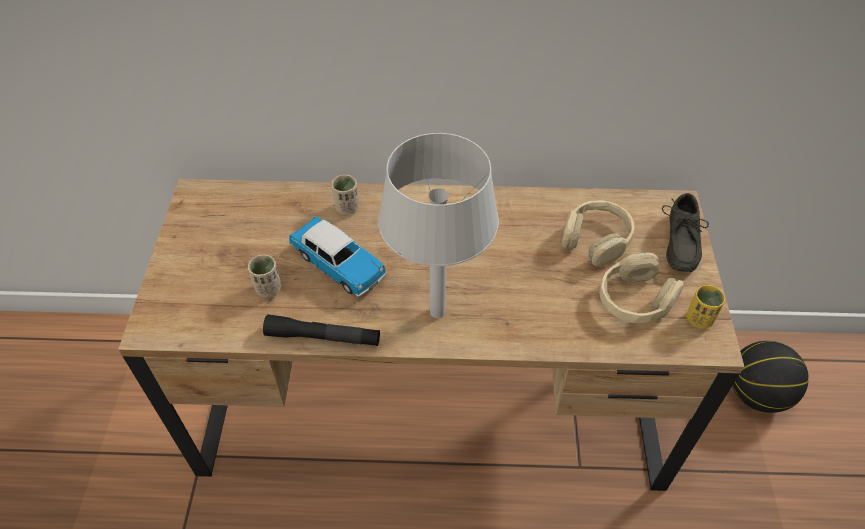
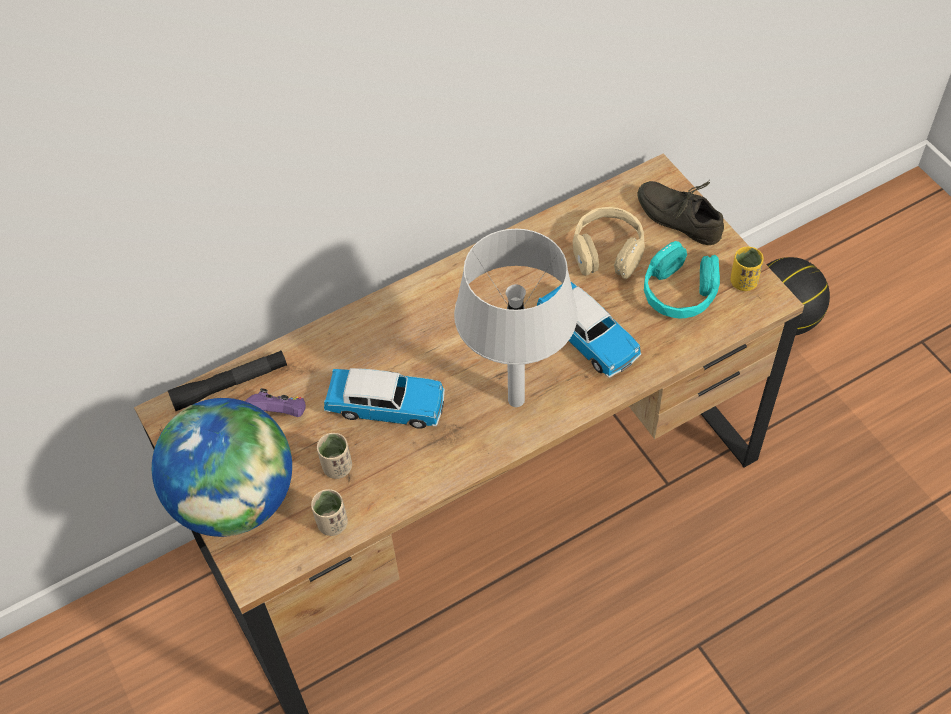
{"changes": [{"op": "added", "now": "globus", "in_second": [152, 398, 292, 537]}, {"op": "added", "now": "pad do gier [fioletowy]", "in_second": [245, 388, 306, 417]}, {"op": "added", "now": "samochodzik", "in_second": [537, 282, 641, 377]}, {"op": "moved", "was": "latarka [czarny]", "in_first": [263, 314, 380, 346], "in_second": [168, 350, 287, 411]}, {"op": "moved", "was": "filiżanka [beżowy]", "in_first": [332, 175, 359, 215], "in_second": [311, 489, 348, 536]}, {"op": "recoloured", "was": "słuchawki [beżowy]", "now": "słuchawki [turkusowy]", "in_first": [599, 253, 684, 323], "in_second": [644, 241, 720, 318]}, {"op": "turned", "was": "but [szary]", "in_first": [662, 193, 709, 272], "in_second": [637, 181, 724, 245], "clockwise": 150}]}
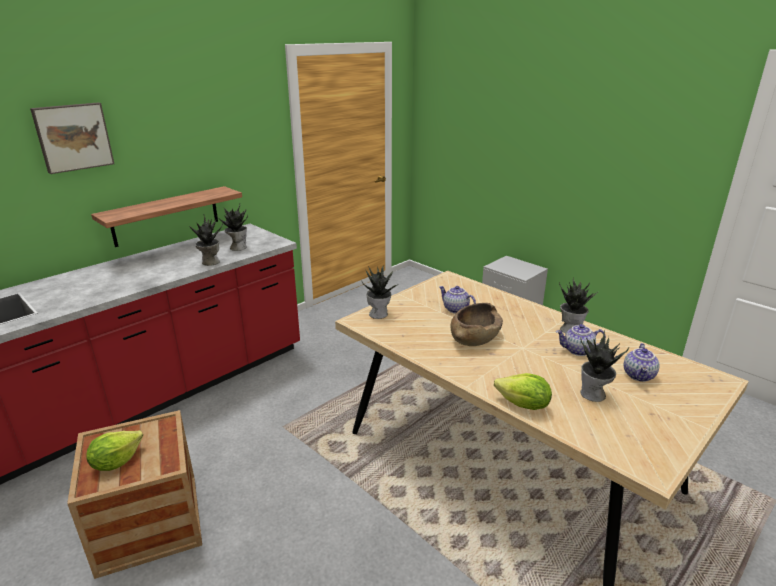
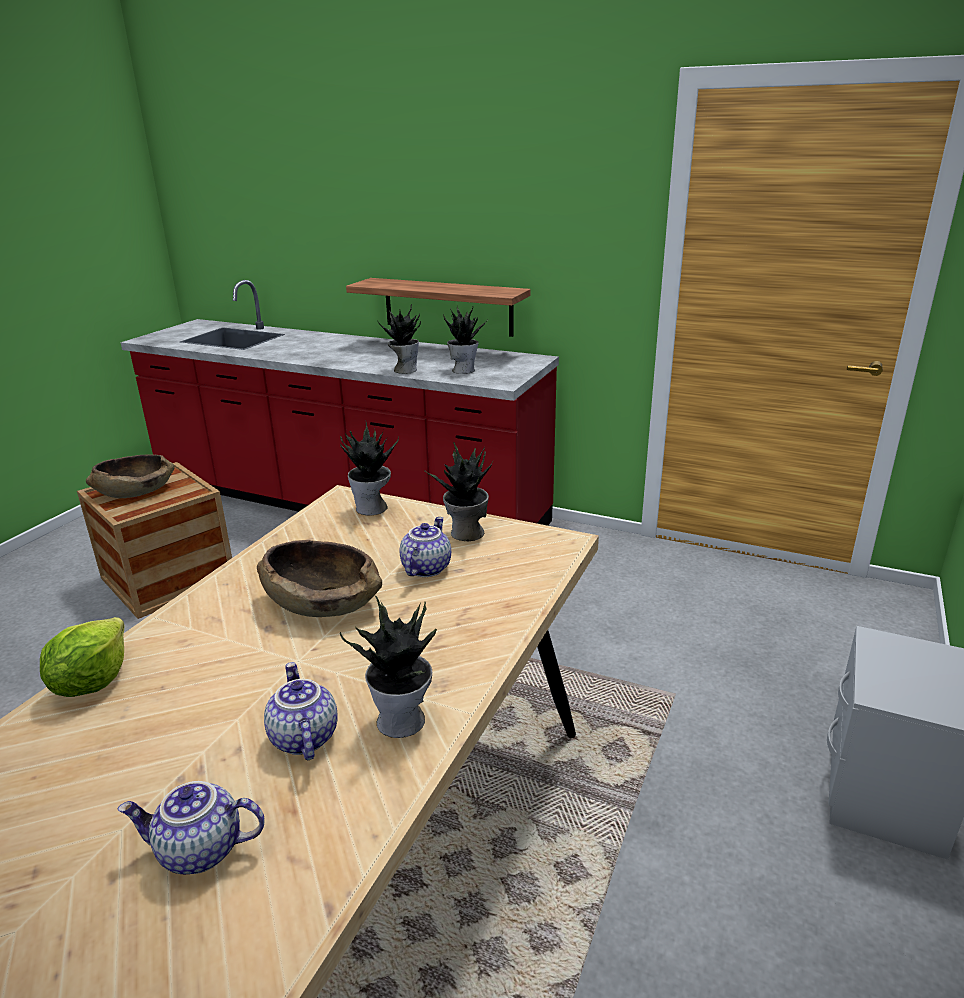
{"changes": [{"op": "removed", "was": "obraz", "in_first": [30, 103, 114, 174]}, {"op": "moved", "was": "roślina doniczkowa", "in_first": [580, 330, 629, 402], "in_second": [424, 442, 493, 541]}, {"op": "replaced", "was": "sałata", "now": "miska [brązowy]", "in_first": [86, 430, 143, 471], "in_second": [86, 454, 175, 498]}]}
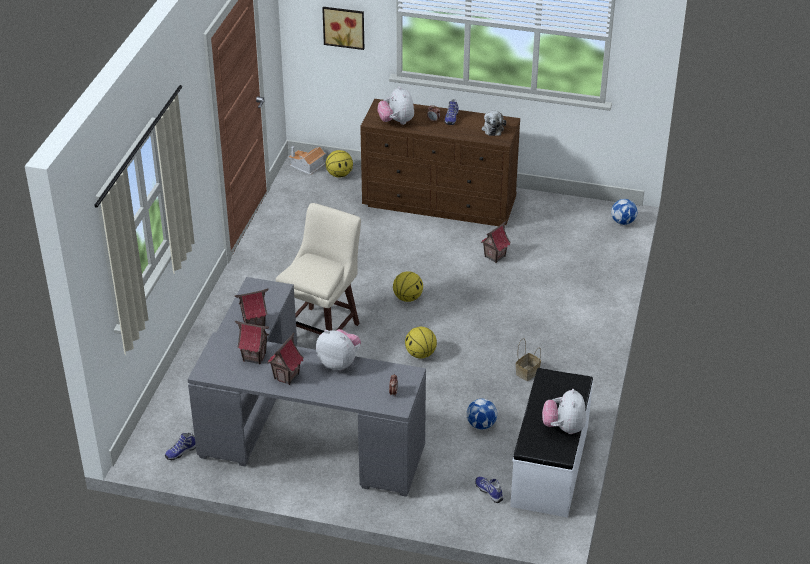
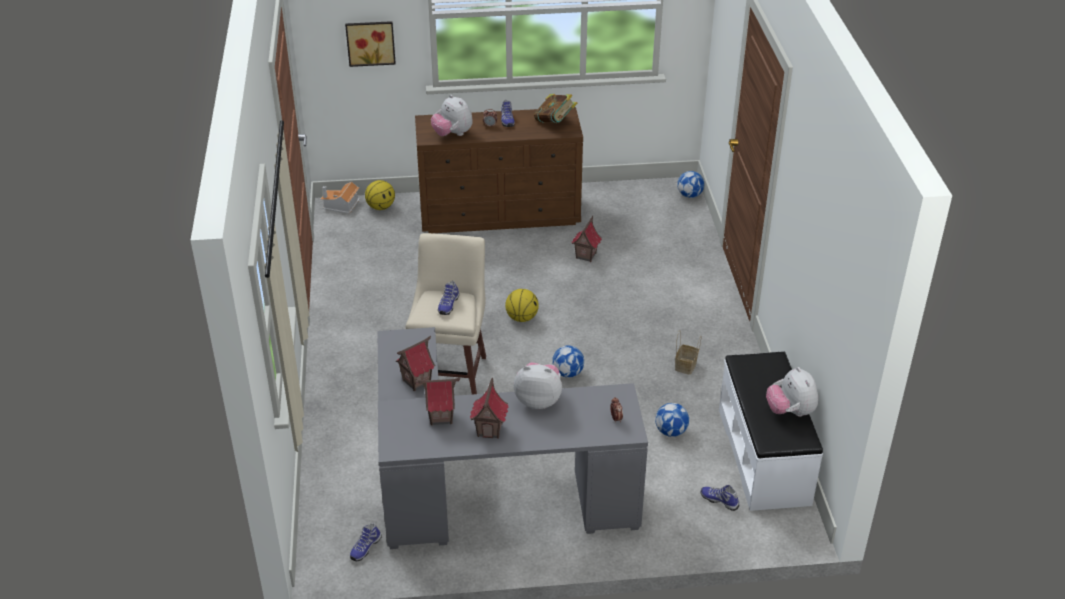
{"changes": [{"op": "added", "now": "but", "in_second": [438, 281, 459, 315]}, {"op": "replaced", "was": "piłka do koszykówki", "now": "piłka futbolowa", "in_first": [405, 327, 437, 359], "in_second": [552, 345, 584, 378]}, {"op": "replaced", "was": "pluszak", "now": "książka", "in_first": [482, 111, 506, 136], "in_second": [534, 94, 578, 123]}]}
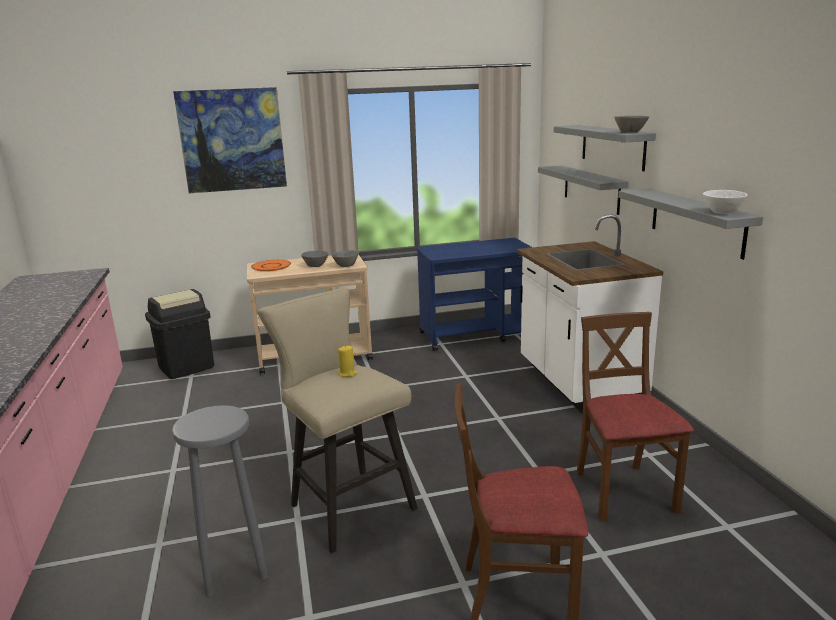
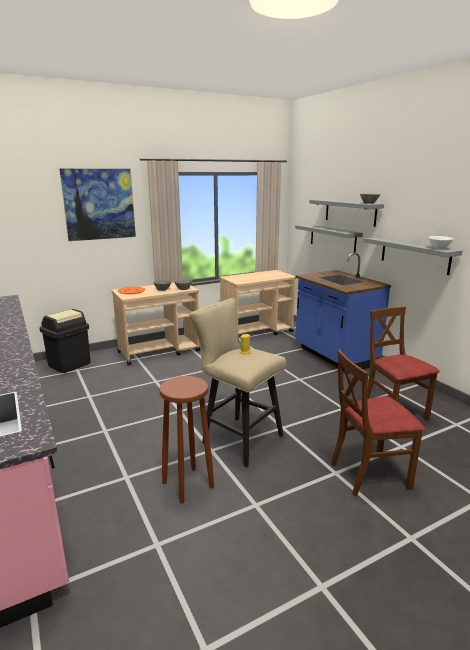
{"changes": [{"op": "recoloured", "was": "stołek [szary]", "now": "stołek [brązowy]", "in_first": [172, 405, 268, 597], "in_second": [159, 376, 214, 503]}, {"op": "recoloured", "was": "wózek [niebieski]", "now": "wózek [beżowy]", "in_first": [416, 238, 532, 351], "in_second": [220, 270, 297, 341]}, {"op": "recoloured", "was": "zabudowa kuchenna [biały]", "now": "zabudowa kuchenna [niebieski]", "in_first": [517, 214, 663, 414], "in_second": [295, 253, 391, 373]}]}
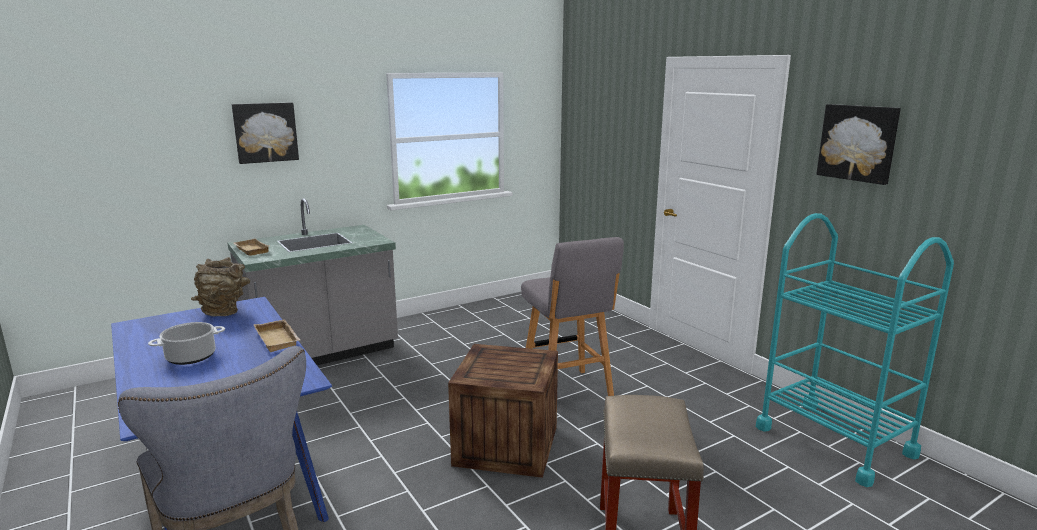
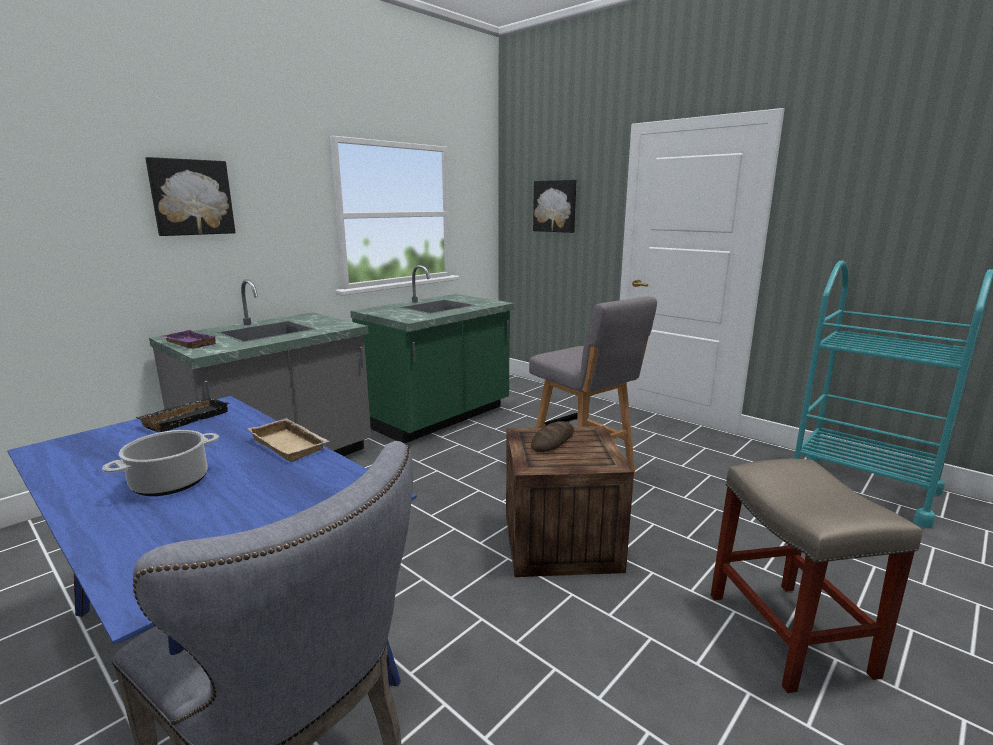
{"changes": [{"op": "added", "now": "zabudowa kuchenna [zielony]", "in_second": [350, 265, 515, 444]}, {"op": "added", "now": "chleb", "in_second": [531, 421, 574, 452]}, {"op": "moved", "was": "obraz", "in_first": [816, 104, 901, 185], "in_second": [533, 180, 576, 233]}, {"op": "replaced", "was": "wazon [brązowy]", "now": "taca [czarny]", "in_first": [191, 257, 250, 316], "in_second": [135, 398, 230, 432]}, {"op": "recoloured", "was": "taca [beżowy]", "now": "taca [fioletowy]", "in_first": [233, 238, 269, 256], "in_second": [162, 330, 218, 349]}]}
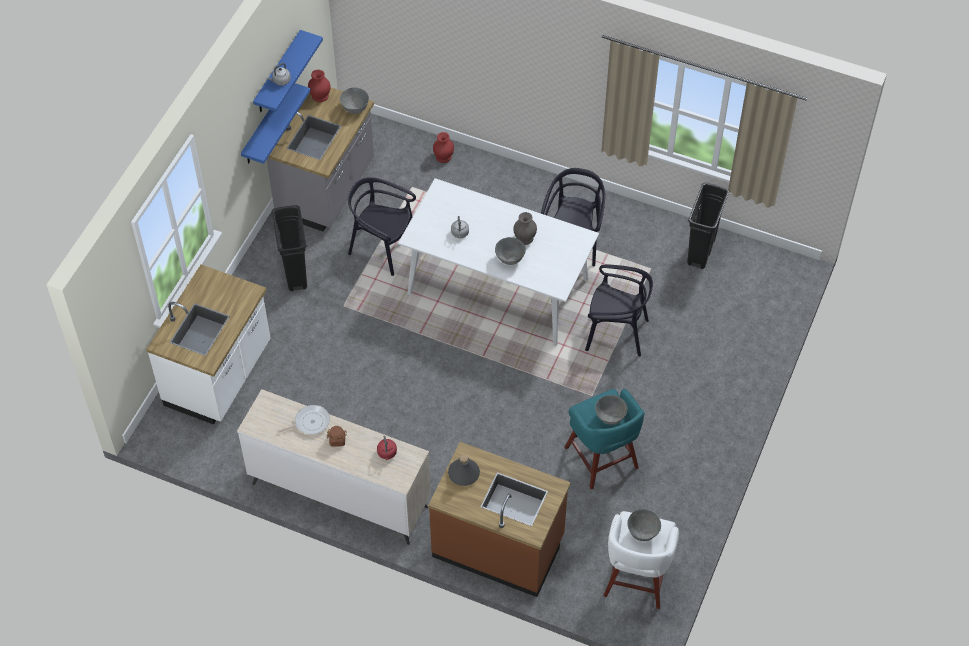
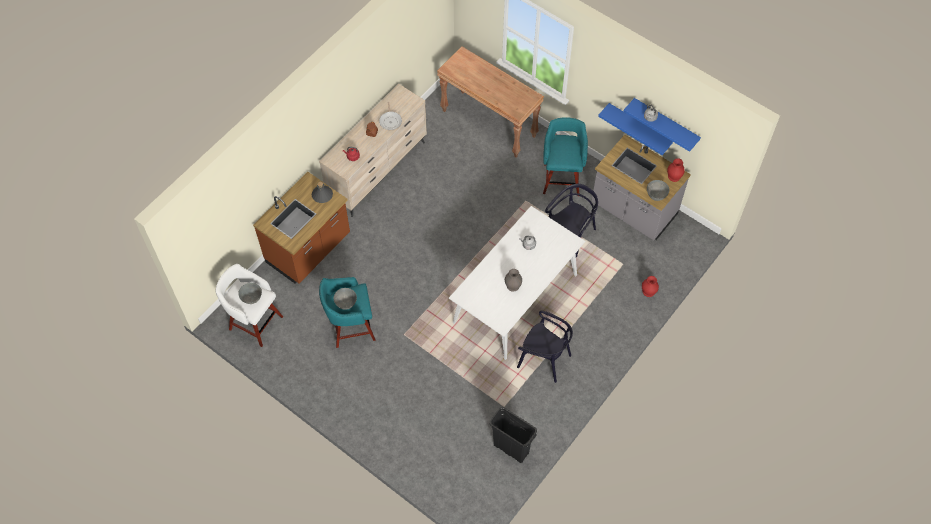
{"changes": [{"op": "removed", "was": "miska [szary]", "in_first": [495, 237, 526, 265]}, {"op": "removed", "was": "krzesło [czarny]", "in_first": [585, 265, 653, 356]}, {"op": "replaced", "was": "zabudowa kuchenna [biały]", "now": "stolik konsolowy [brązowy]", "in_first": [146, 265, 271, 425], "in_second": [437, 46, 544, 157]}, {"op": "replaced", "was": "kosz na śmieci [czarny]", "now": "stołek [turkusowy]", "in_first": [272, 205, 307, 291], "in_second": [543, 117, 588, 196]}]}
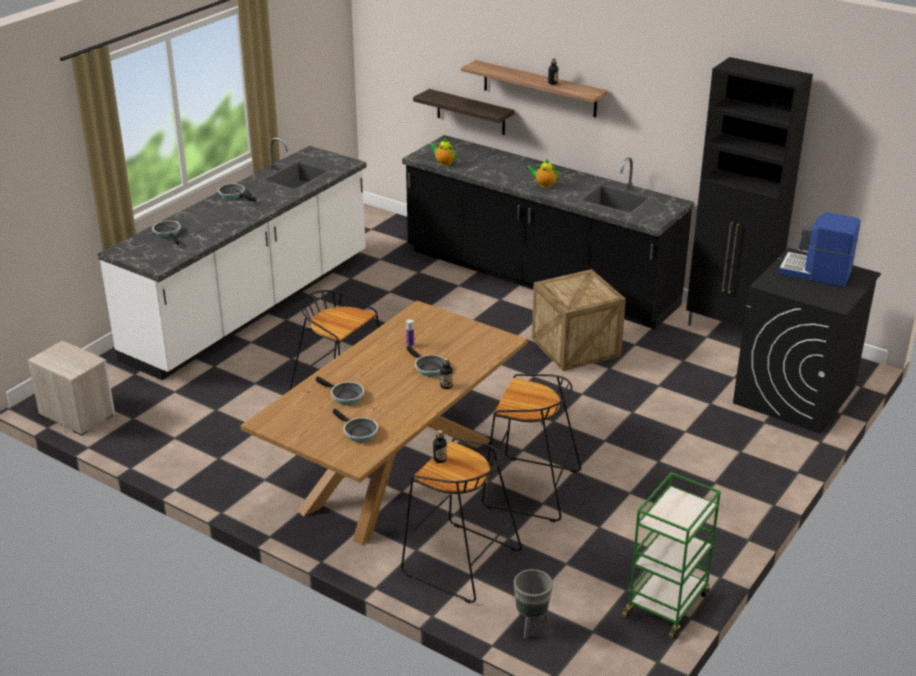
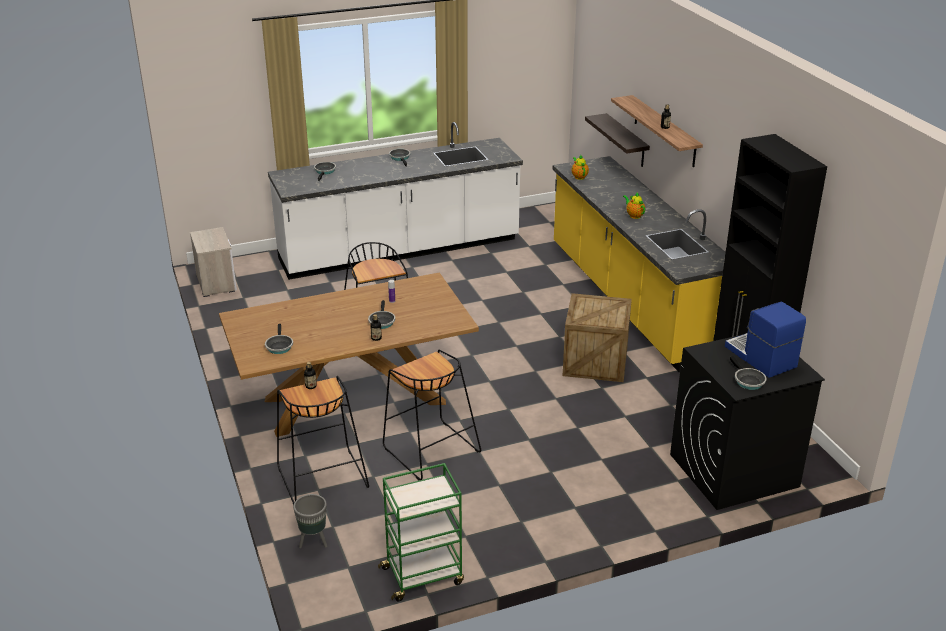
{"changes": [{"op": "moved", "was": "patelnia", "in_first": [315, 377, 364, 405], "in_second": [730, 356, 767, 390]}, {"op": "recoloured", "was": "zabudowa kuchenna [czarny]", "now": "zabudowa kuchenna [żółty]", "in_first": [402, 135, 694, 329], "in_second": [553, 156, 726, 372]}]}
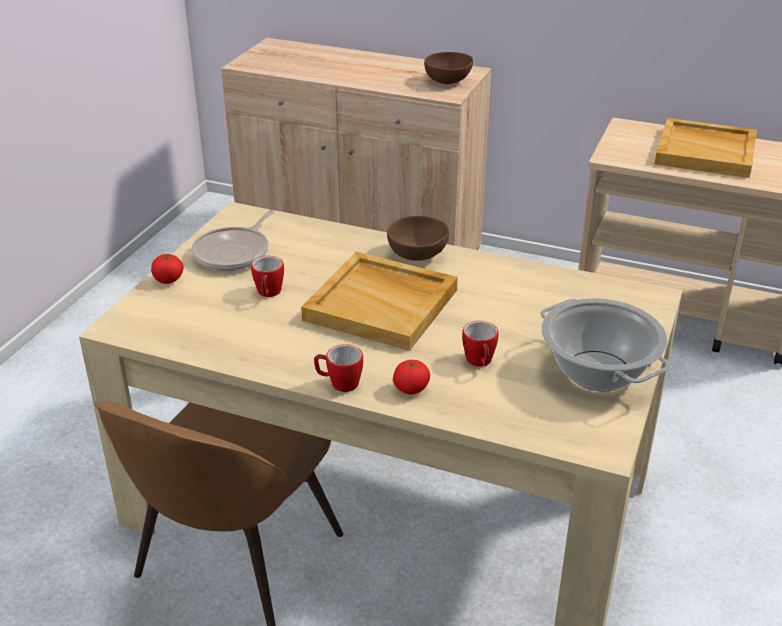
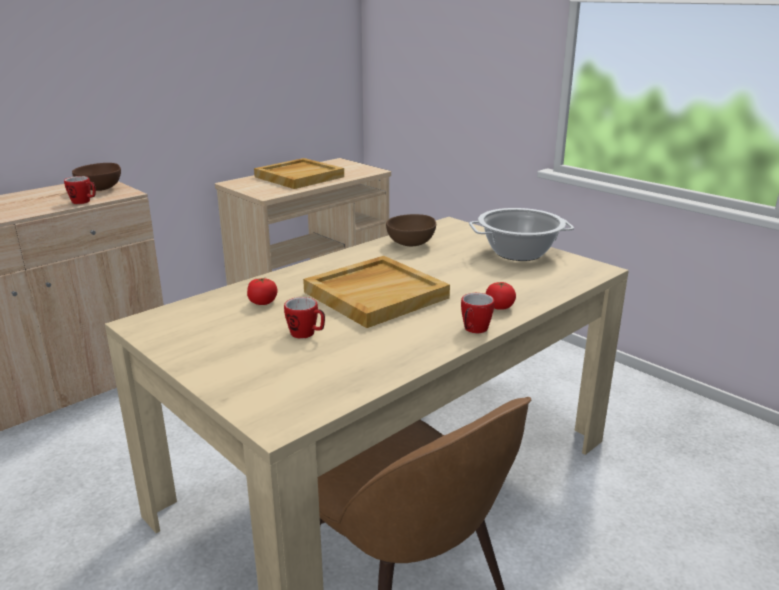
{"changes": [{"op": "removed", "was": "patelnia", "in_first": [192, 210, 274, 271]}, {"op": "moved", "was": "pomidor", "in_first": [151, 254, 184, 284], "in_second": [247, 277, 277, 305]}, {"op": "moved", "was": "miska [brązowy]", "in_first": [387, 216, 449, 261], "in_second": [386, 214, 436, 246]}, {"op": "moved", "was": "kubek", "in_first": [462, 321, 499, 367], "in_second": [64, 176, 96, 204]}]}
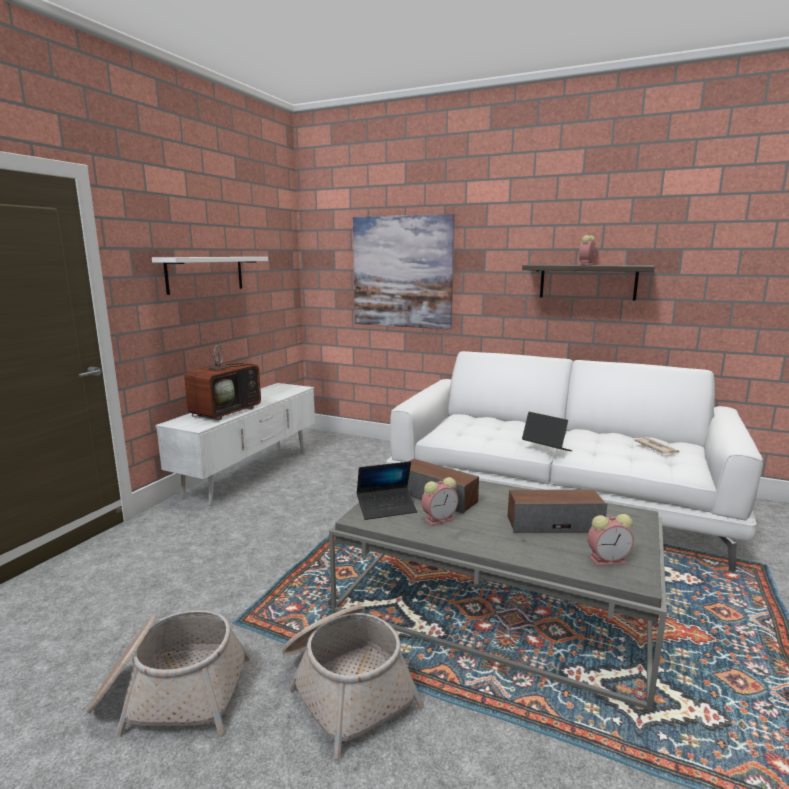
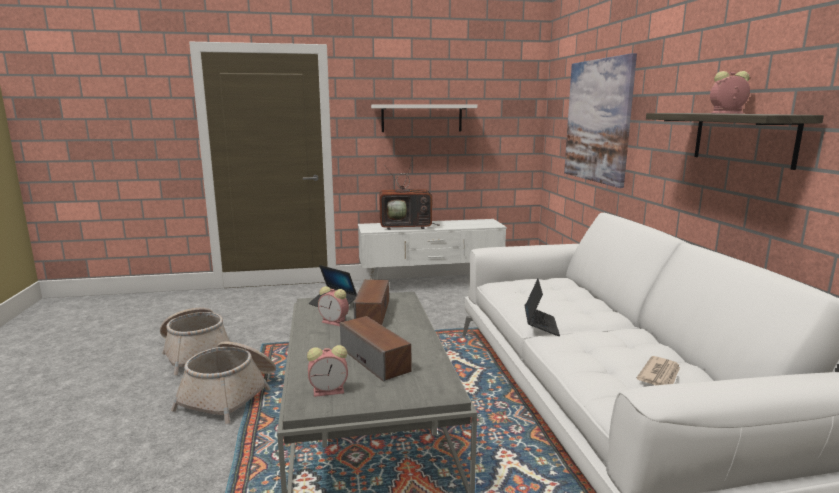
{"changes": [{"op": "turned", "was": "budzik", "in_first": [587, 514, 634, 566], "in_second": [307, 345, 348, 397], "clockwise": -60}]}
